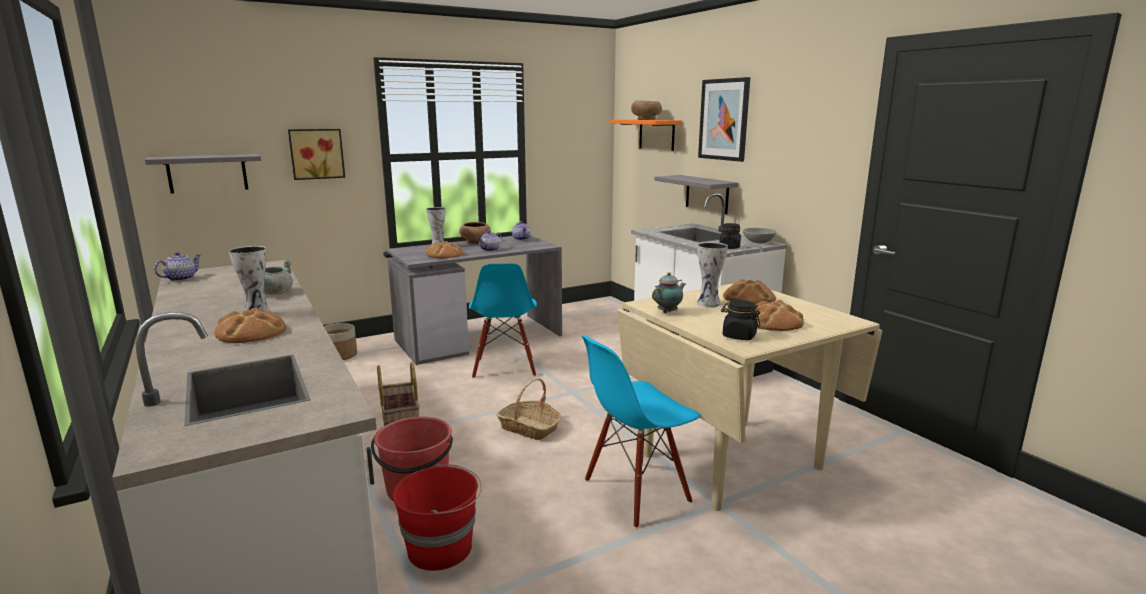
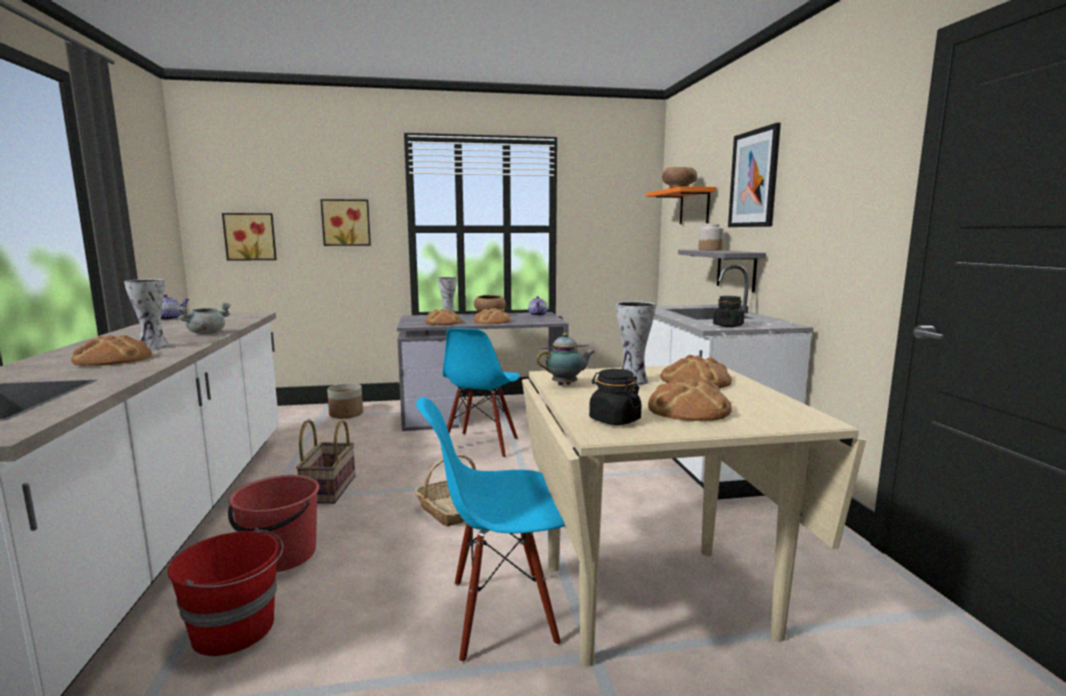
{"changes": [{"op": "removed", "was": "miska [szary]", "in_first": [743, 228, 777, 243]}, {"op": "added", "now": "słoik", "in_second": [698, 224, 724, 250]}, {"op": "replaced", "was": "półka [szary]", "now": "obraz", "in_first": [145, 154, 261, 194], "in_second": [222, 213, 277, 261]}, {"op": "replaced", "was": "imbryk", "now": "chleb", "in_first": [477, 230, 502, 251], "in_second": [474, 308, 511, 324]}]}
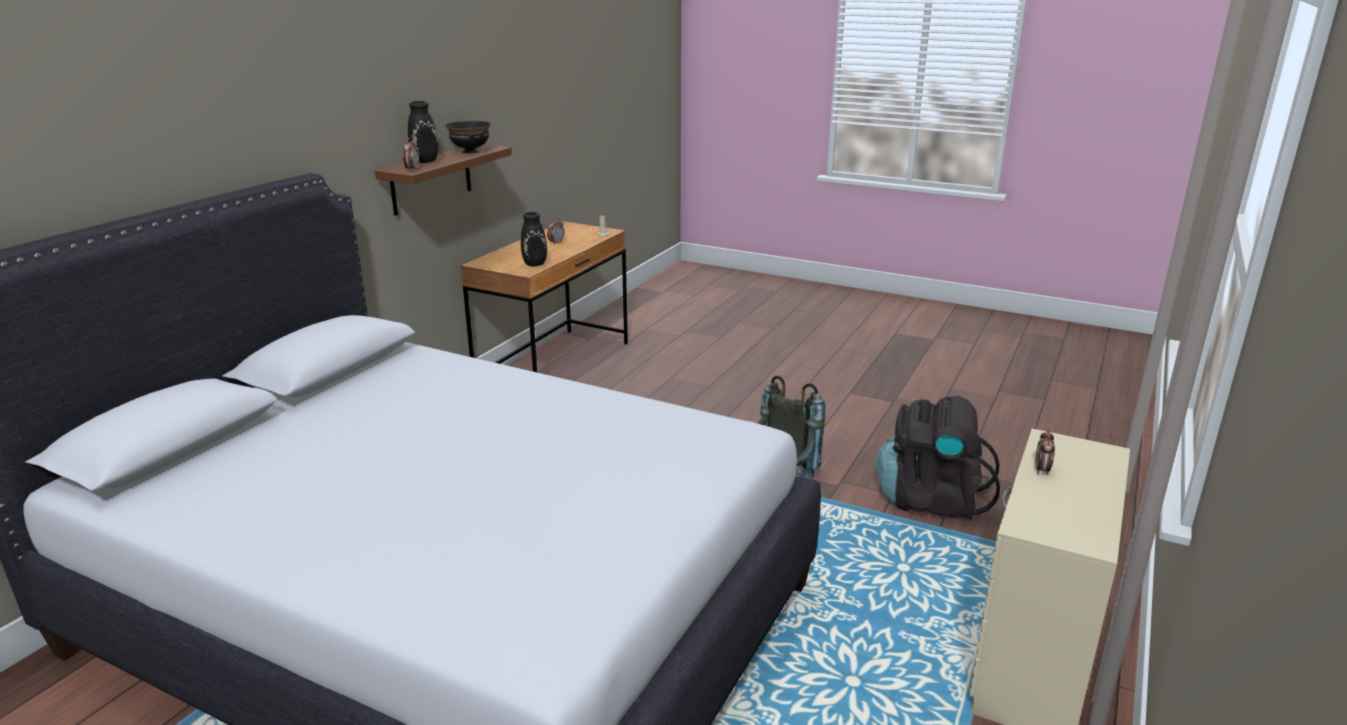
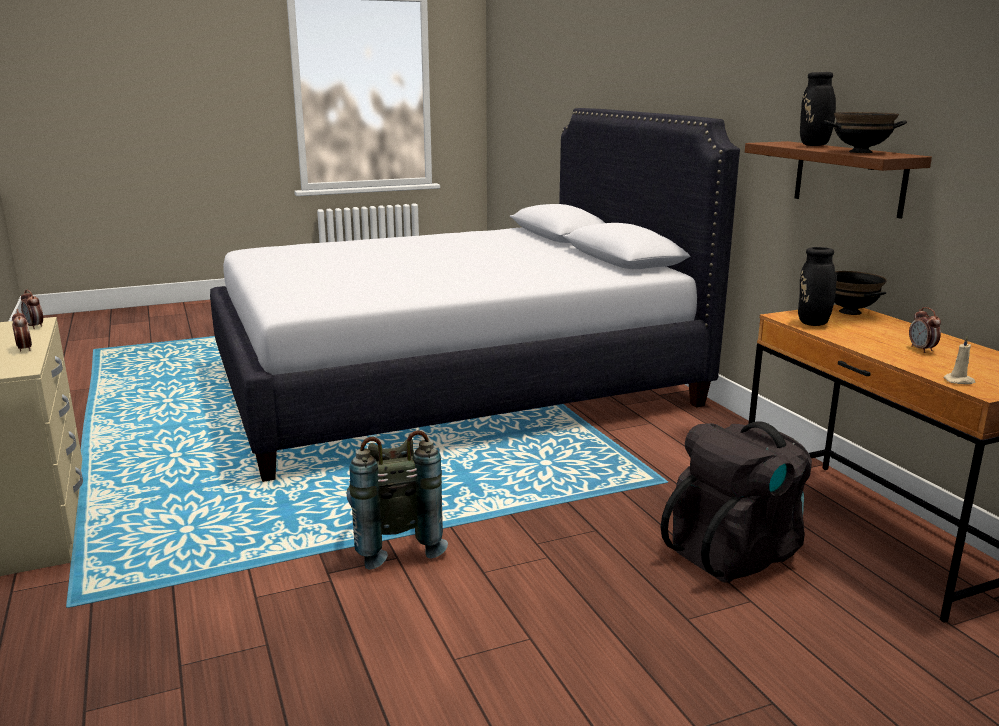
{"changes": [{"op": "added", "now": "miska [czarny]", "in_second": [834, 271, 887, 315]}, {"op": "moved", "was": "budzik", "in_first": [403, 138, 419, 171], "in_second": [21, 289, 43, 329]}, {"op": "moved", "was": "plecak [czarny]", "in_first": [876, 396, 1000, 520], "in_second": [661, 421, 812, 583]}]}
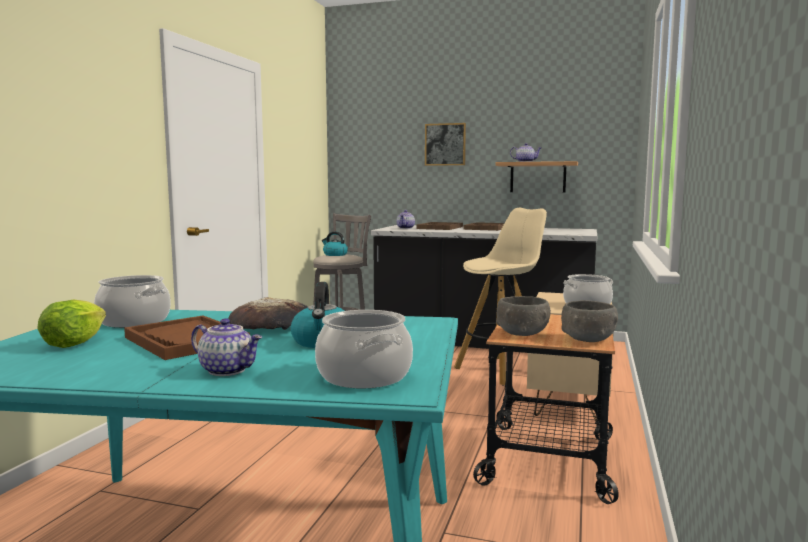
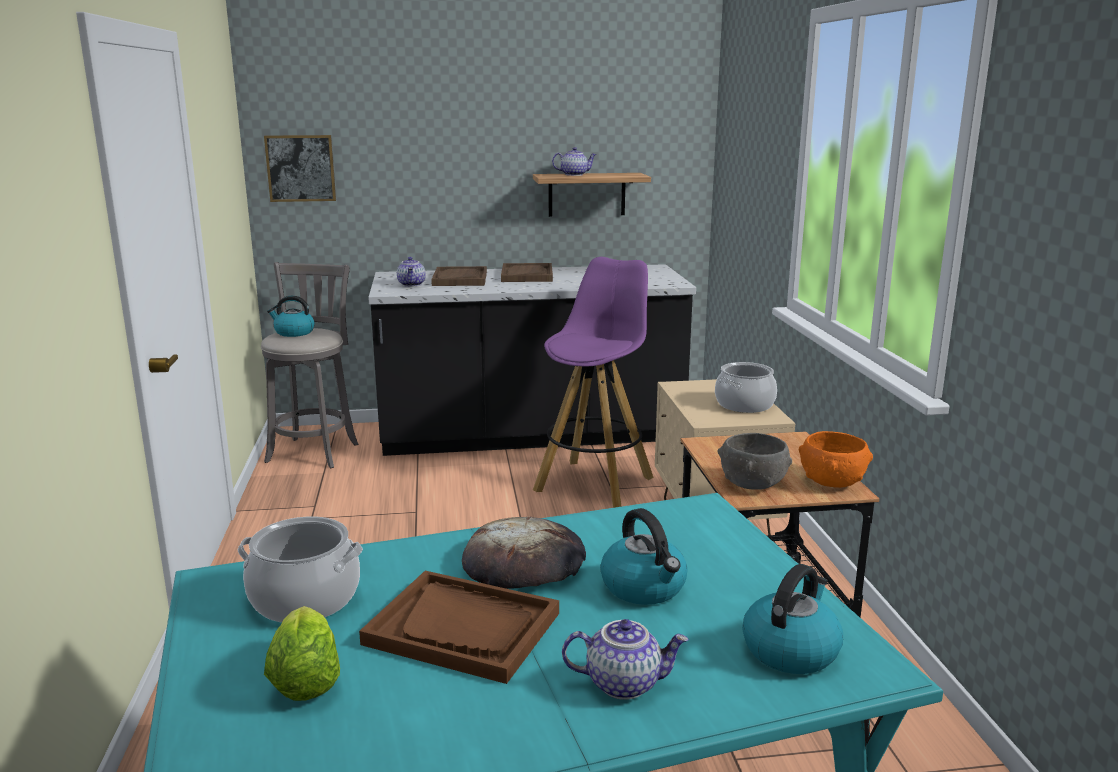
{"changes": [{"op": "moved", "was": "obraz", "in_first": [425, 123, 466, 166], "in_second": [264, 135, 336, 202]}, {"op": "replaced", "was": "garnek", "now": "czajnik", "in_first": [315, 310, 413, 388], "in_second": [742, 564, 843, 674]}, {"op": "recoloured", "was": "stołek [beżowy]", "now": "stołek [fioletowy]", "in_first": [454, 208, 547, 385], "in_second": [533, 257, 654, 508]}, {"op": "recoloured", "was": "miska [szary]", "now": "miska [pomarańczowy]", "in_first": [561, 300, 618, 342], "in_second": [799, 431, 873, 488]}]}
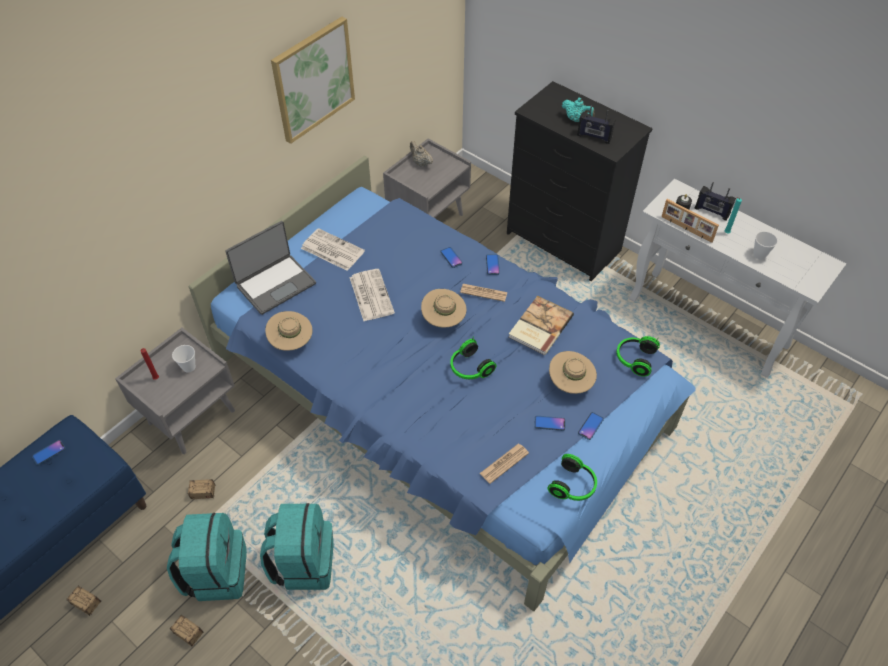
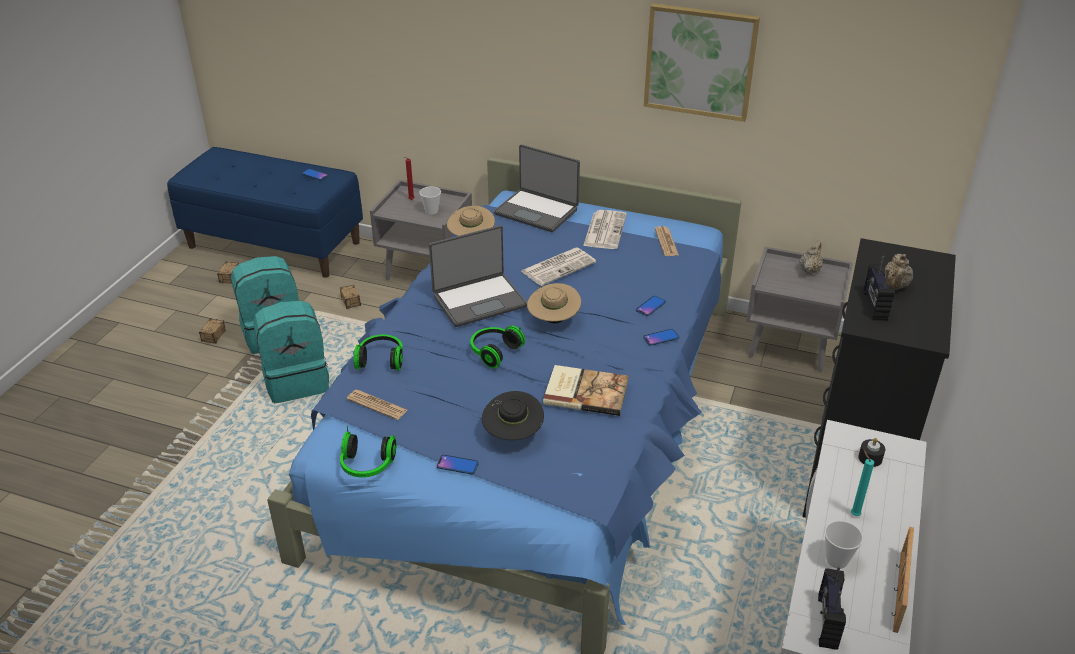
{"changes": [{"op": "removed", "was": "telefon", "in_first": [534, 416, 565, 431]}, {"op": "added", "now": "laptop", "in_second": [429, 225, 527, 327]}, {"op": "moved", "was": "gazeta", "in_first": [460, 284, 507, 302], "in_second": [655, 226, 679, 256]}, {"op": "moved", "was": "słuchawki", "in_first": [616, 336, 660, 376], "in_second": [354, 334, 403, 371]}, {"op": "moved", "was": "ramka na zdjęcie", "in_first": [661, 199, 719, 243], "in_second": [892, 527, 914, 633]}, {"op": "moved", "was": "radio", "in_first": [695, 182, 736, 221], "in_second": [818, 566, 846, 650]}, {"op": "recoloured", "was": "kapelusz [beżowy]", "now": "kapelusz [czarny]", "in_first": [549, 351, 597, 394], "in_second": [482, 391, 544, 440]}, {"op": "recoloured", "was": "imbryk [turkusowy]", "now": "imbryk [beżowy]", "in_first": [562, 98, 595, 122], "in_second": [885, 254, 913, 290]}]}
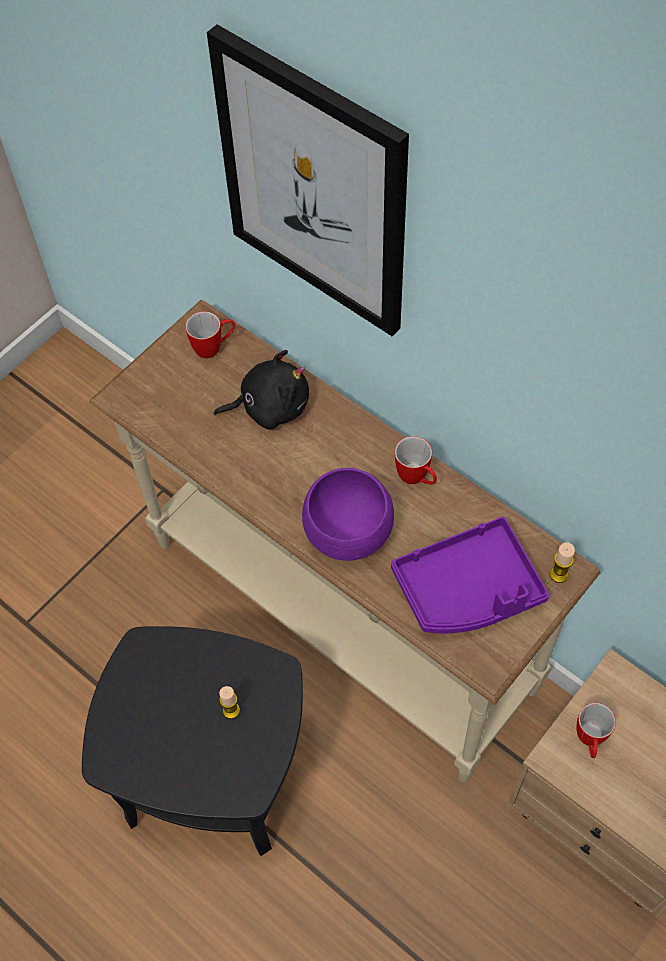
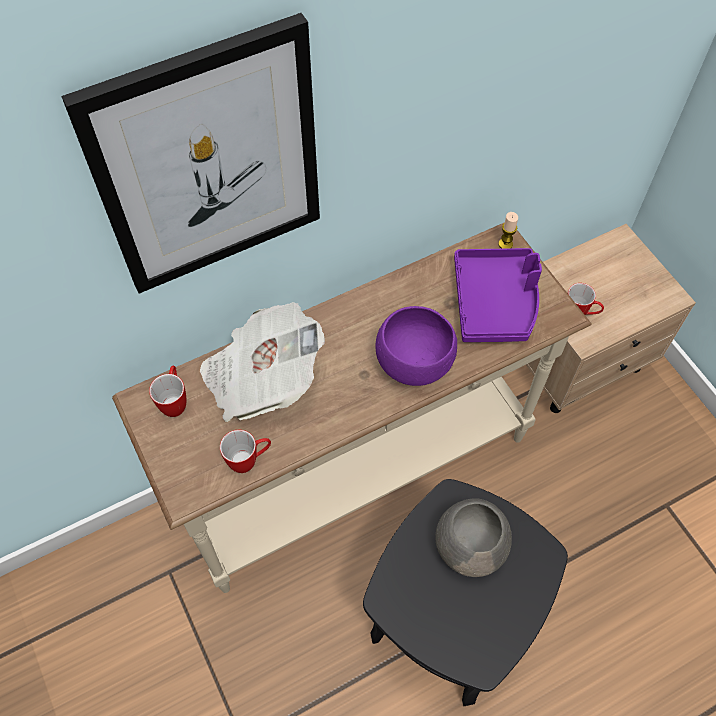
{"changes": [{"op": "moved", "was": "kubek", "in_first": [395, 436, 437, 485], "in_second": [220, 430, 271, 473]}, {"op": "replaced", "was": "pluszak [czarny]", "now": "gazeta", "in_first": [214, 350, 309, 429], "in_second": [200, 302, 325, 422]}, {"op": "replaced", "was": "świeca", "now": "miska [szary]", "in_first": [219, 686, 240, 719], "in_second": [436, 499, 512, 577]}]}
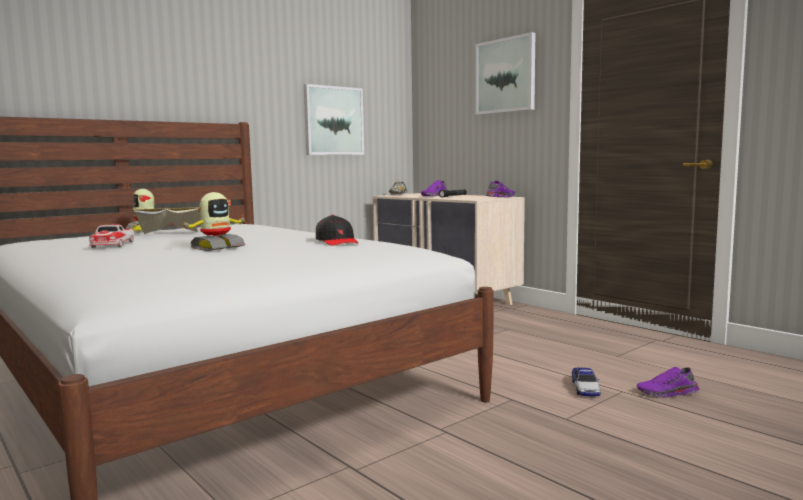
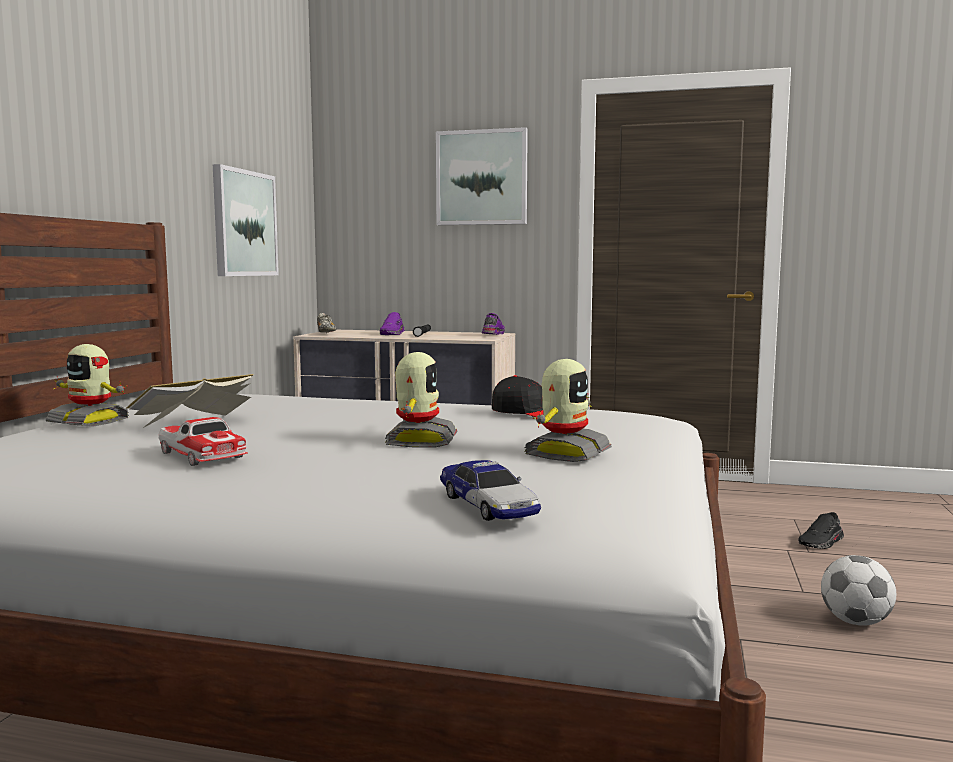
{"changes": [{"op": "added", "now": "robot zabawkowy", "in_second": [524, 359, 612, 462]}, {"op": "added", "now": "piłka futbolowa", "in_second": [821, 555, 896, 626]}, {"op": "moved", "was": "samochodzik", "in_first": [572, 368, 601, 396], "in_second": [440, 460, 541, 521]}, {"op": "recoloured", "was": "but [fioletowy]", "now": "but [czarny]", "in_first": [637, 367, 700, 398], "in_second": [798, 512, 844, 549]}]}
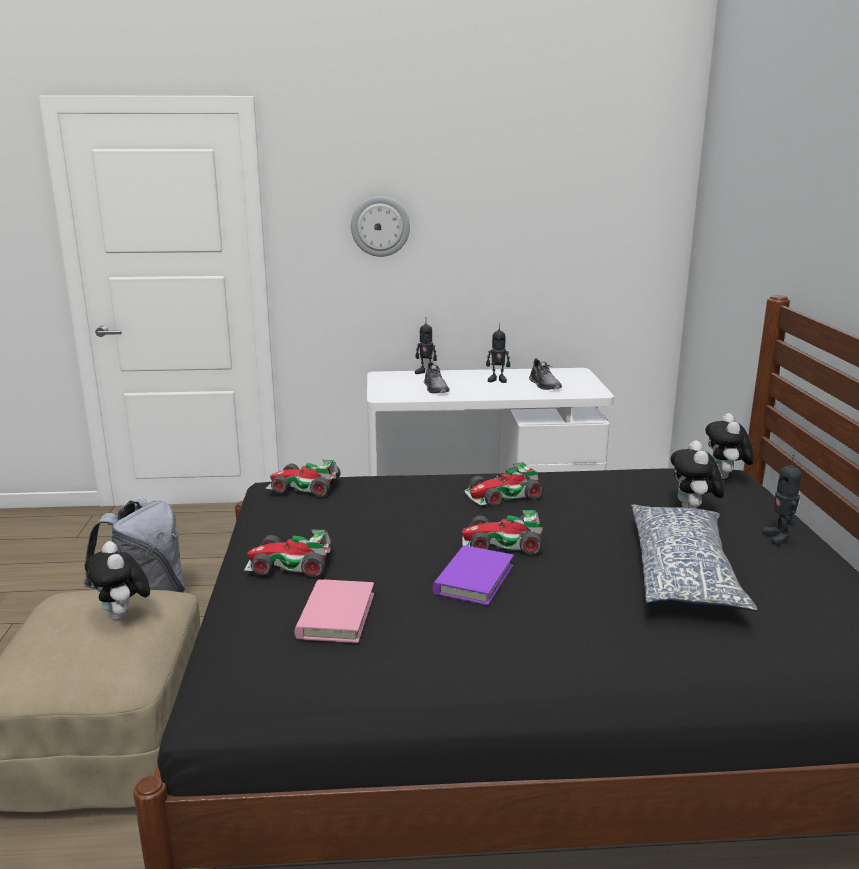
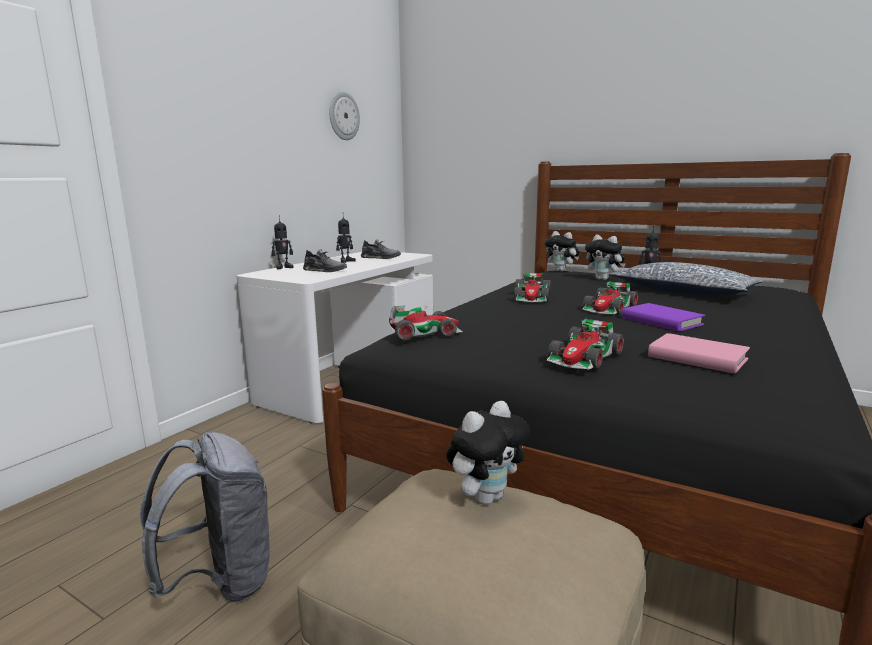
{"changes": [{"op": "moved", "was": "zegar ścienny", "in_first": [351, 196, 410, 257], "in_second": [329, 91, 360, 140]}, {"op": "turned", "was": "pluszak", "in_first": [85, 541, 150, 621], "in_second": [446, 401, 530, 505], "clockwise": -45}, {"op": "turned", "was": "samochodzik", "in_first": [265, 460, 341, 497], "in_second": [389, 306, 463, 340], "clockwise": -150}]}
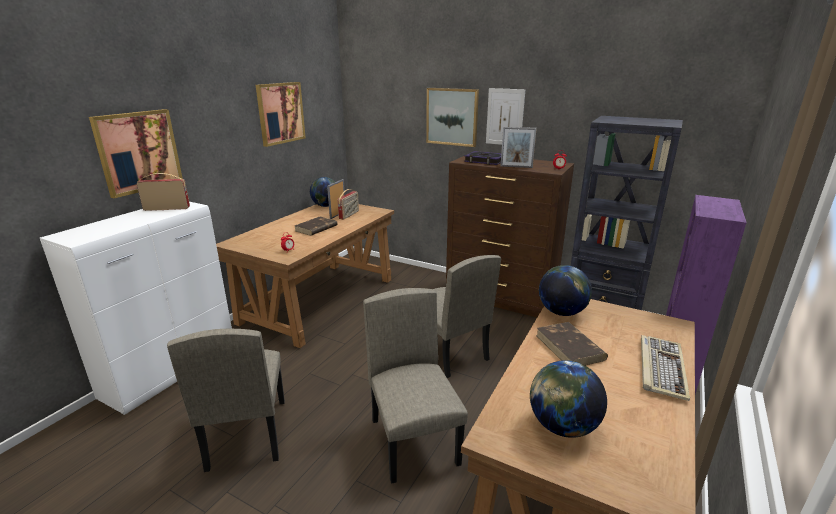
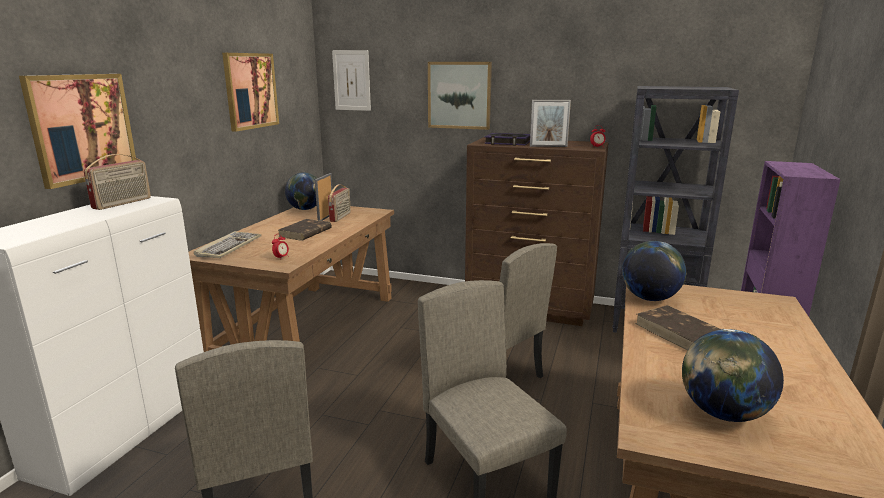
{"changes": [{"op": "moved", "was": "obraz", "in_first": [486, 88, 525, 145], "in_second": [332, 50, 371, 111]}, {"op": "moved", "was": "klawiatura", "in_first": [641, 335, 690, 401], "in_second": [194, 231, 261, 258]}, {"op": "turned", "was": "radio", "in_first": [137, 173, 190, 211], "in_second": [84, 154, 151, 210], "clockwise": 135}]}
